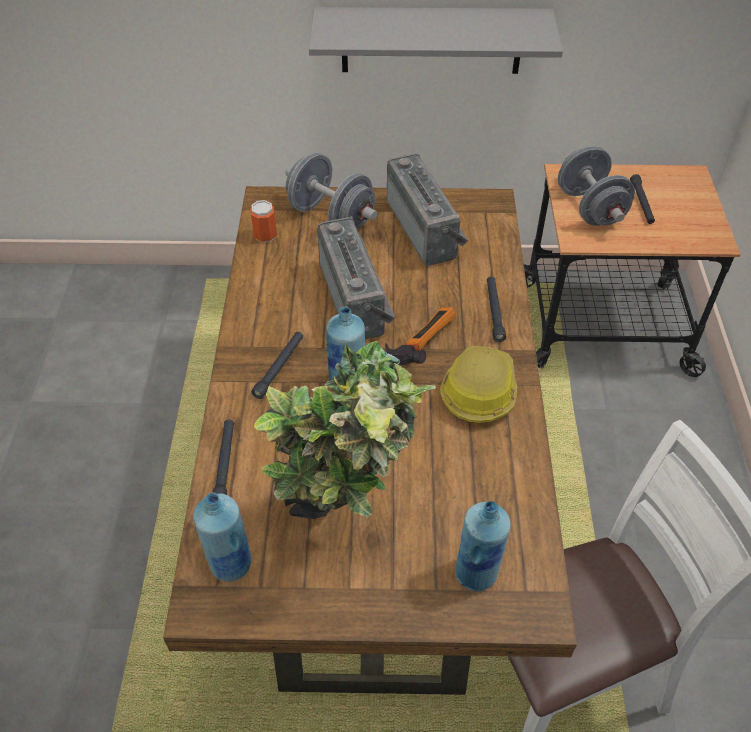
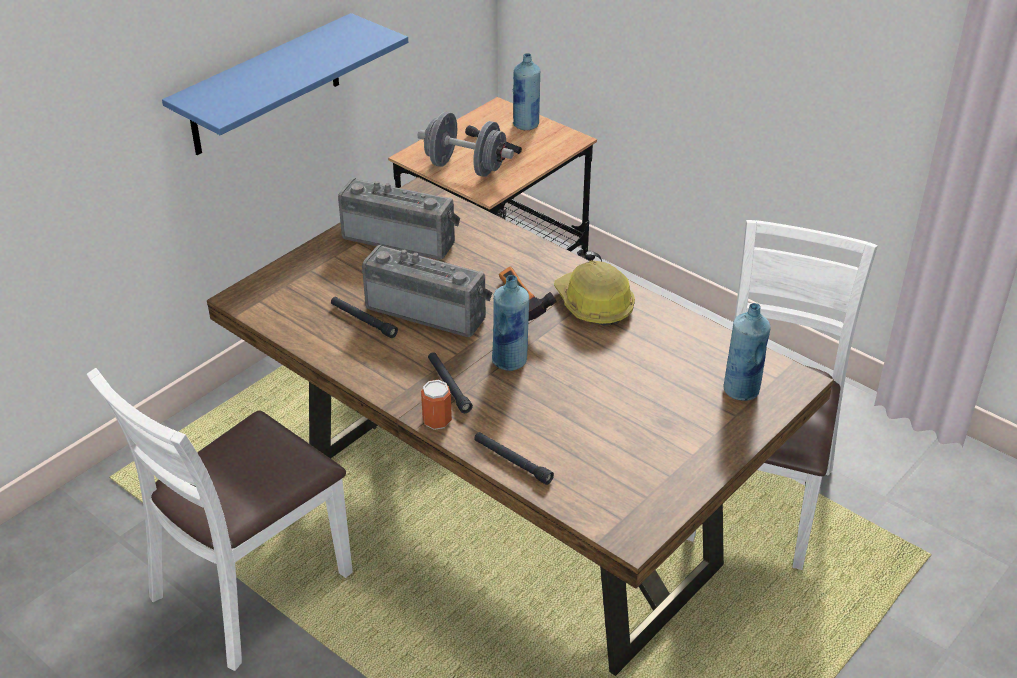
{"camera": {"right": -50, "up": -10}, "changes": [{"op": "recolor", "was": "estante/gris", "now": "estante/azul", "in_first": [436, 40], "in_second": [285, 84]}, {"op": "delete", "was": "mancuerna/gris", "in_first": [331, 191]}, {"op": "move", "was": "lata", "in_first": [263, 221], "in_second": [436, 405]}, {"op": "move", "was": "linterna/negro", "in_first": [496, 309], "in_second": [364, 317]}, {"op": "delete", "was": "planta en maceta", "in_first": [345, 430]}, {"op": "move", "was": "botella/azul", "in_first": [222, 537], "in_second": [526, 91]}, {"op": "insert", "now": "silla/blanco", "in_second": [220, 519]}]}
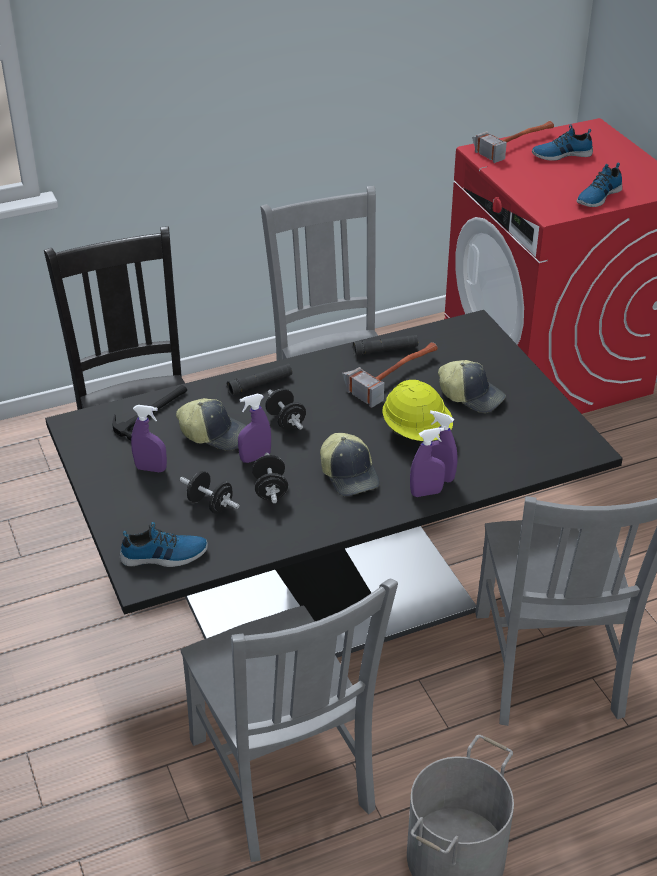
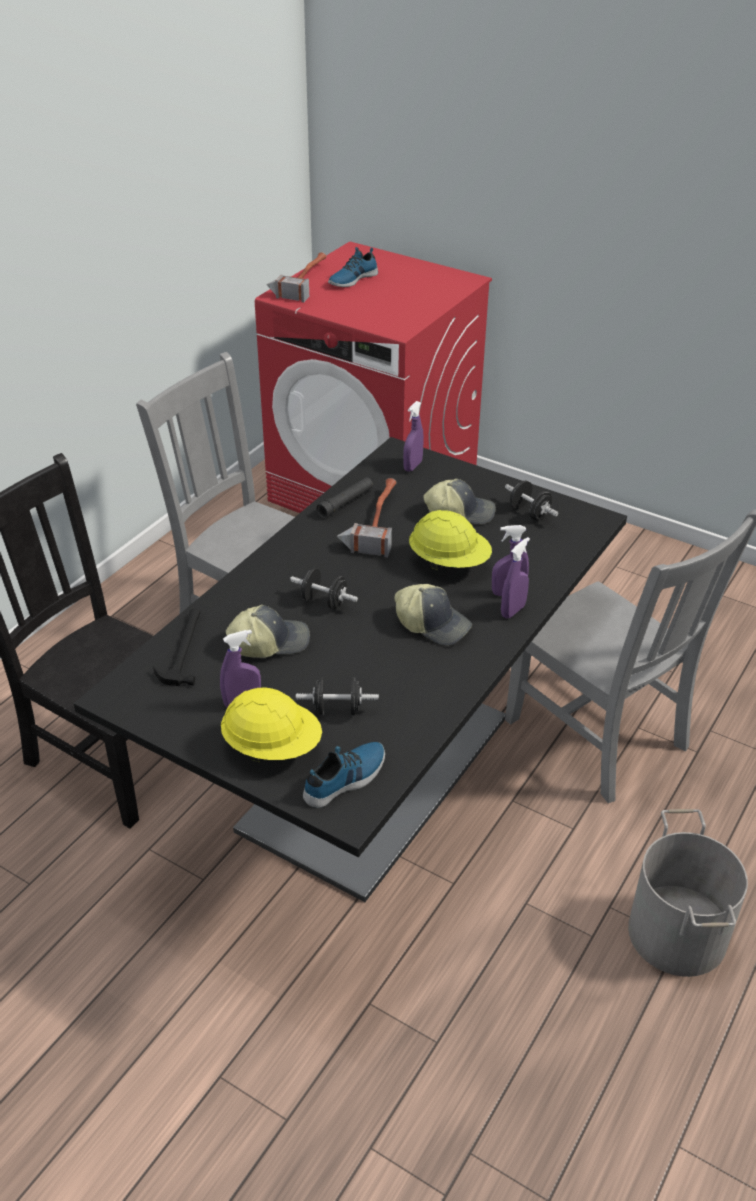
{"camera": {"right": -35, "up": 0}, "changes": [{"op": "delete", "was": "zapato", "in_first": [599, 185]}, {"op": "delete", "was": "linterna/negro", "in_first": [259, 380]}, {"op": "move", "was": "pulverizador/morado", "in_first": [254, 428], "in_second": [413, 436]}, {"op": "move", "was": "mancuerna/negro", "in_first": [270, 478], "in_second": [531, 500]}, {"op": "delete", "was": "silla/gris", "in_first": [289, 720]}, {"op": "insert", "now": "casco/amarillo", "in_second": [271, 725]}]}
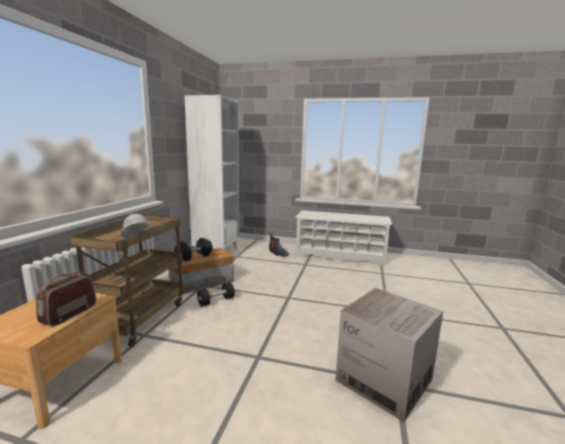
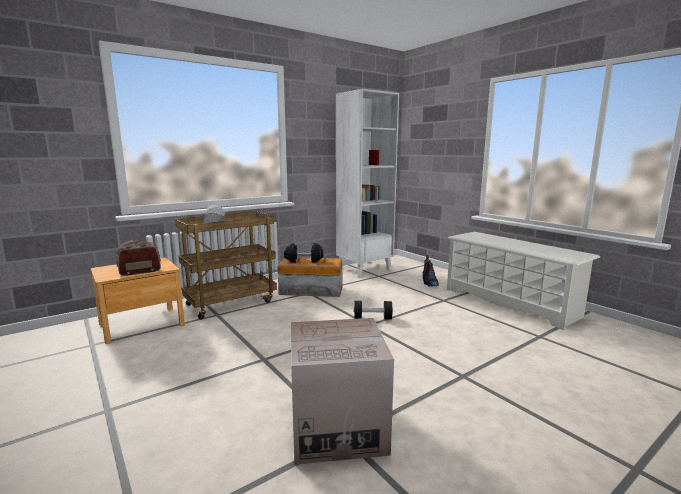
{"camera": {"right": 40, "up": 0}, "changes": [{"op": "move", "was": "mancuerna/negro", "in_first": [216, 294], "in_second": [373, 310]}]}
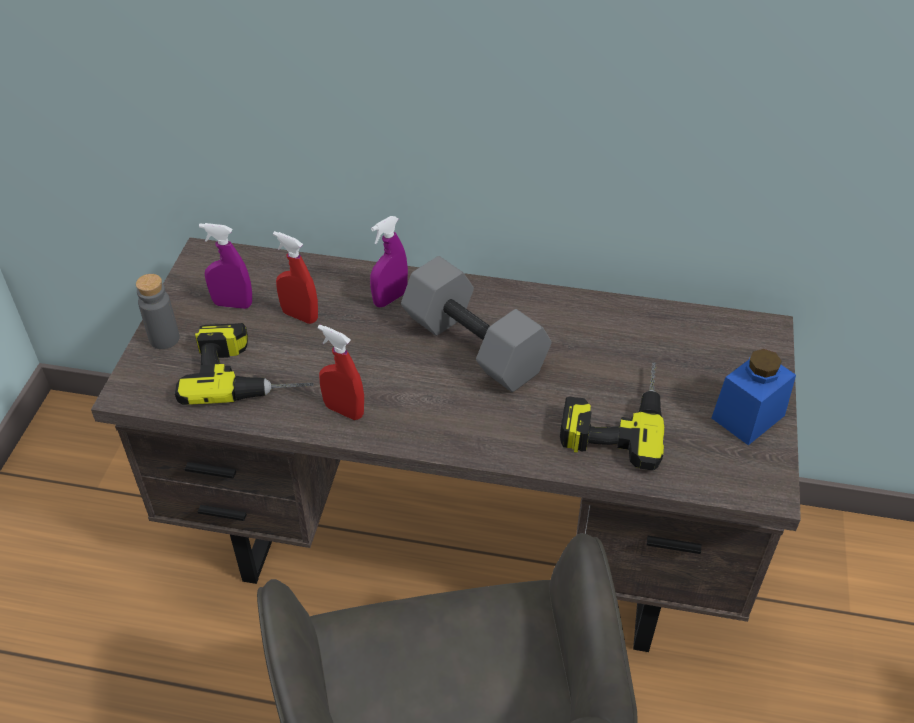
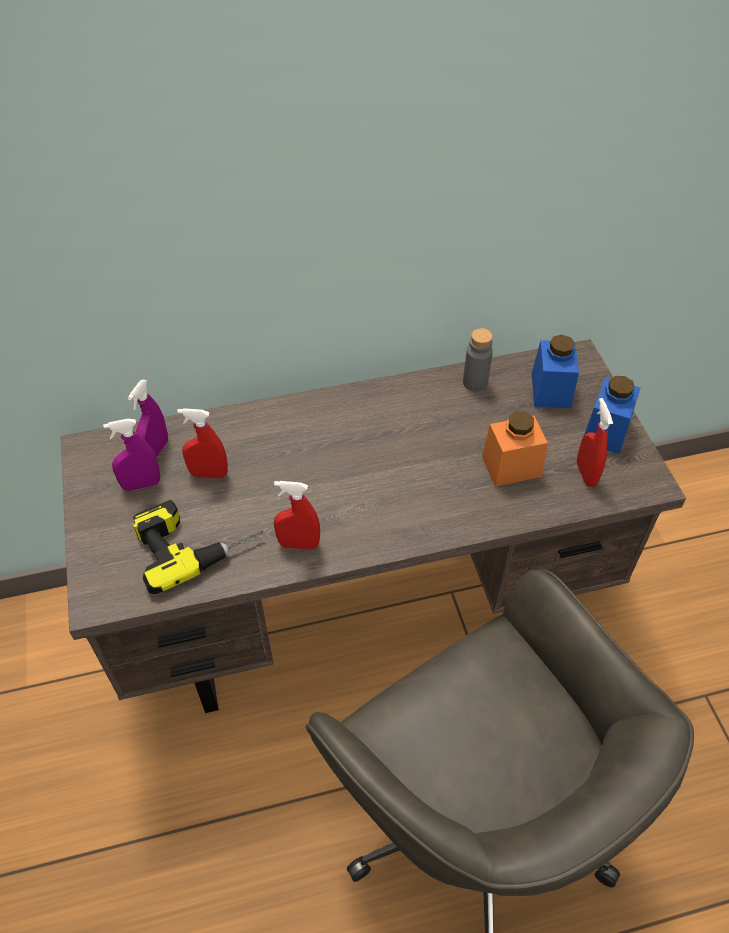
{"camera": {"right": -25, "up": 5}, "changes": [{"op": "move", "was": "pulverizador/morado", "in_first": [389, 261], "in_second": [148, 418]}, {"op": "delete", "was": "mancuerna/gris", "in_first": [476, 324]}, {"op": "move", "was": "botella/gris", "in_first": [158, 311], "in_second": [478, 359]}, {"op": "replace", "was": "taladro", "now": "tarro/naranja", "in_first": [612, 416], "in_second": [515, 448]}, {"op": "insert", "now": "tarro/azul", "in_second": [555, 371]}, {"op": "insert", "now": "pulverizador/rojo", "in_second": [595, 442]}]}
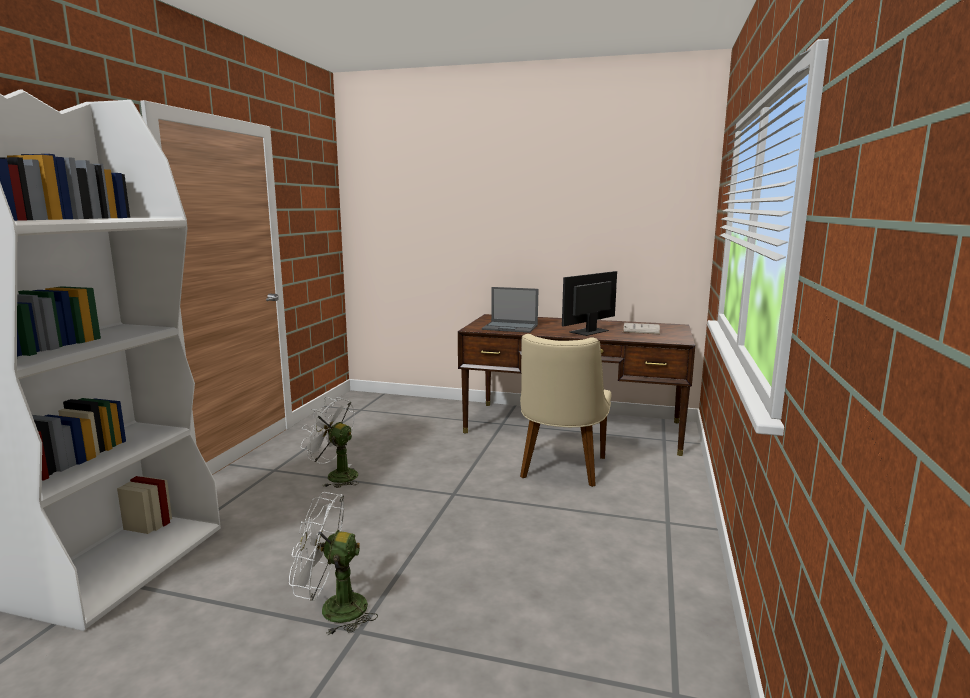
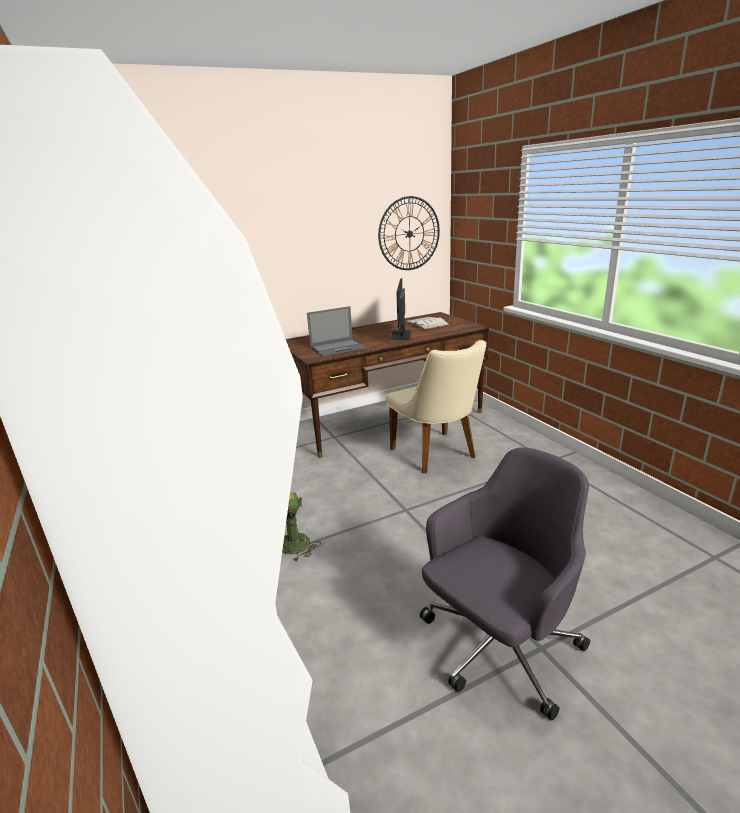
{"camera": {"right": -40, "up": 10}, "changes": [{"op": "replace", "was": "ventilador/blanco", "now": "silla de oficina/gris", "in_first": [333, 563], "in_second": [505, 583]}, {"op": "insert", "now": "reloj de pared", "in_second": [409, 233]}]}
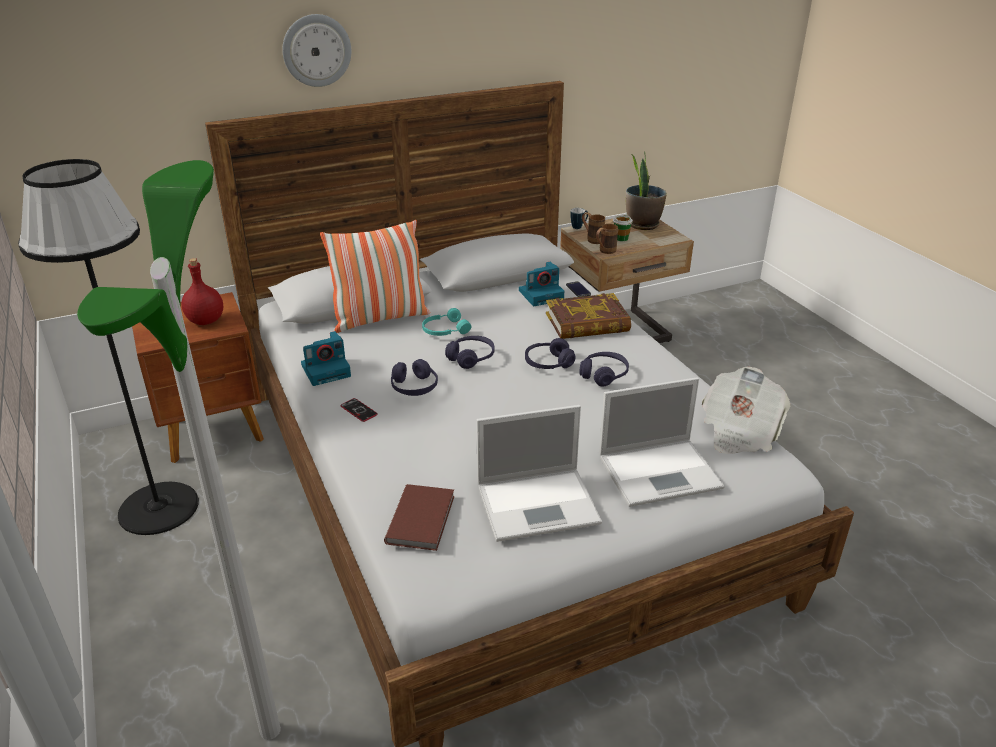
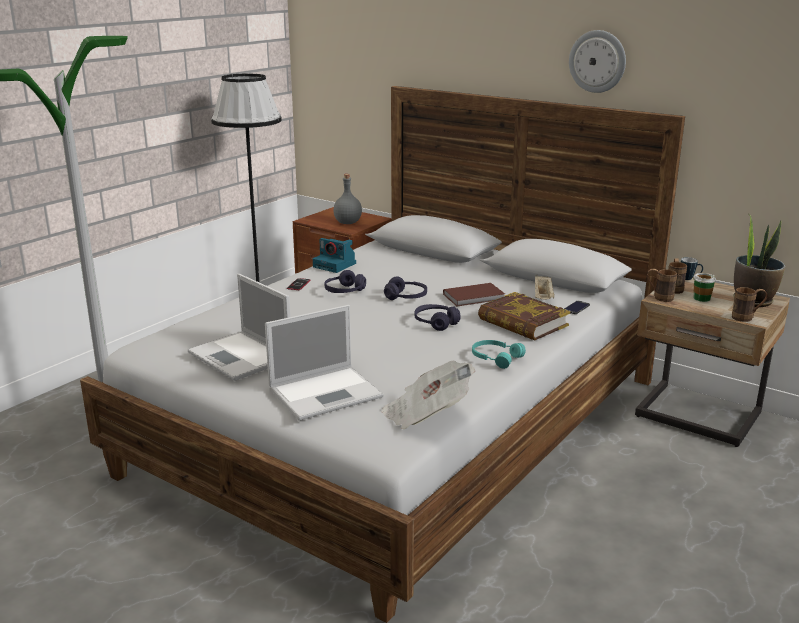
{"camera": {"right": 60, "up": -10}, "changes": [{"op": "move", "was": "reloj de pared", "in_first": [316, 50], "in_second": [597, 61]}, {"op": "delete", "was": "cojín", "in_first": [375, 276]}, {"op": "recolor", "was": "botella/rojo", "now": "botella/gris", "in_first": [202, 291], "in_second": [347, 199]}, {"op": "replace", "was": "cámara", "now": "bandeja/beis", "in_first": [541, 284], "in_second": [545, 287]}, {"op": "move", "was": "auriculares/turquesa", "in_first": [446, 322], "in_second": [499, 354]}, {"op": "delete", "was": "auriculares/morado", "in_first": [604, 369]}, {"op": "rotate", "was": "portátil", "in_first": [662, 442], "in_second": [324, 362], "clockwise": -75}, {"op": "move", "was": "libro/marrón", "in_first": [419, 517], "in_second": [474, 294]}, {"op": "insert", "now": "taza grande/marrón", "in_second": [750, 304]}]}
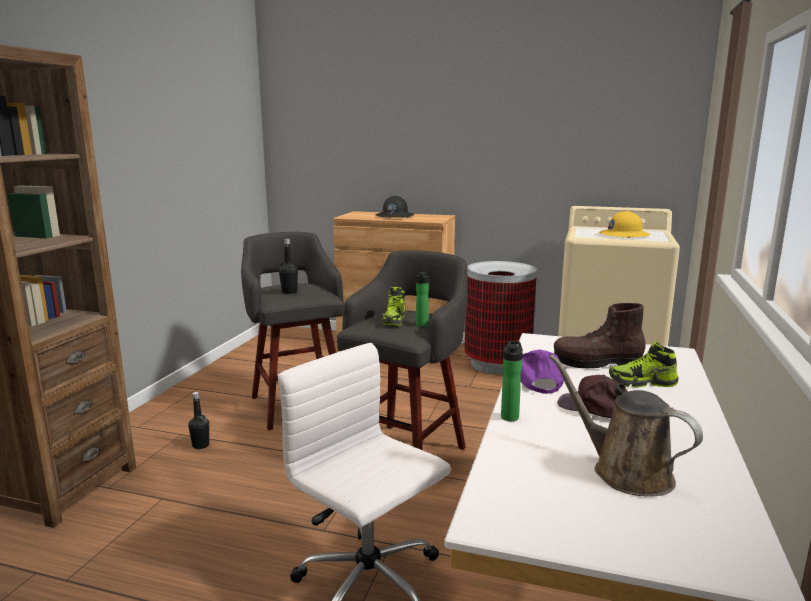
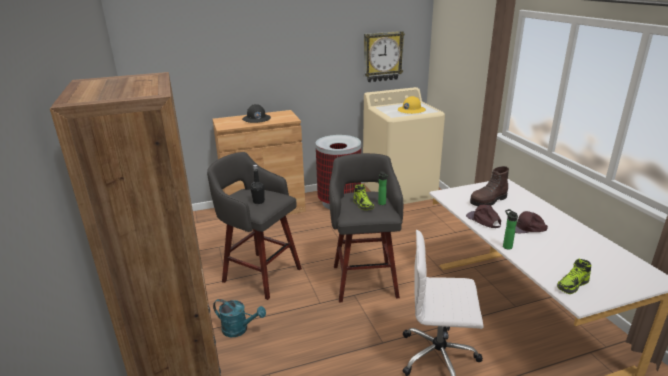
{"camera": {"right": -35, "up": 10}, "changes": [{"op": "move", "was": "zapato", "in_first": [644, 364], "in_second": [574, 276]}, {"op": "recolor", "was": "gorra/morado", "now": "gorra/marrón", "in_first": [542, 372], "in_second": [483, 216]}, {"op": "delete", "was": "regadera/marrón", "in_first": [626, 426]}, {"op": "replace", "was": "botella/negro", "now": "regadera/turquesa", "in_first": [198, 420], "in_second": [239, 318]}, {"op": "insert", "now": "reloj de pared", "in_second": [384, 56]}]}
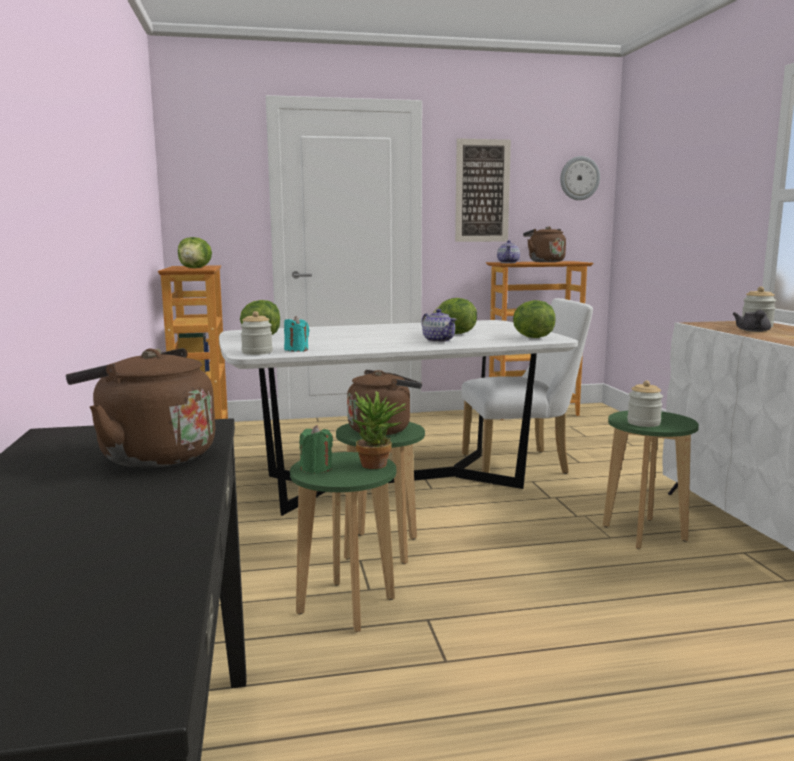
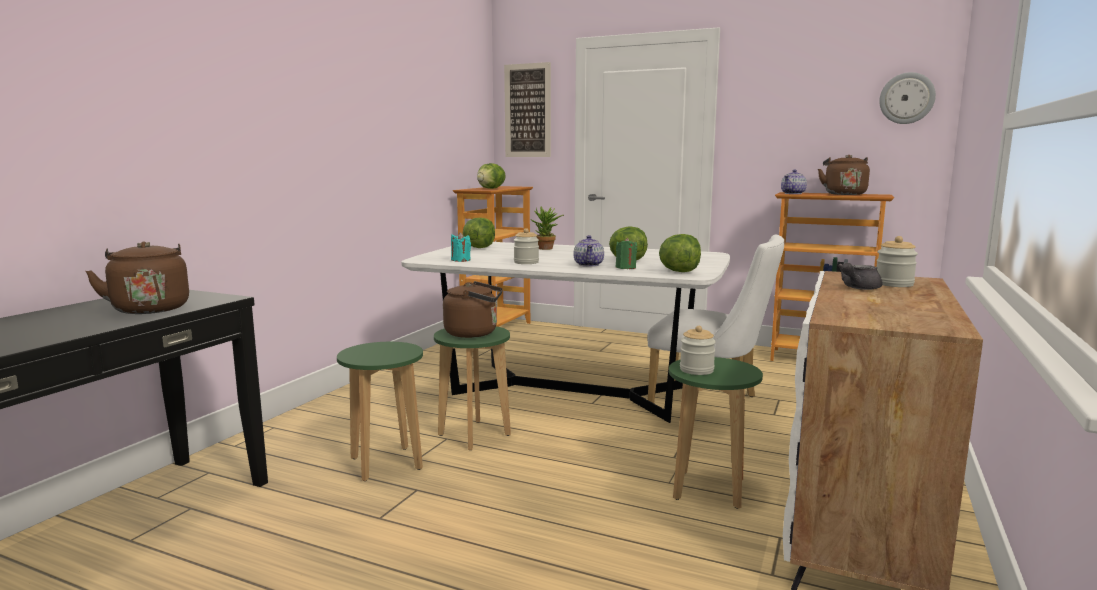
{"camera": {"right": 35, "up": 0}, "changes": [{"op": "move", "was": "cuadro", "in_first": [483, 190], "in_second": [527, 109]}, {"op": "move", "was": "tarro", "in_first": [256, 333], "in_second": [526, 246]}, {"op": "move", "was": "planta en maceta", "in_first": [379, 430], "in_second": [547, 228]}, {"op": "move", "was": "vela/verde", "in_first": [316, 449], "in_second": [626, 253]}]}
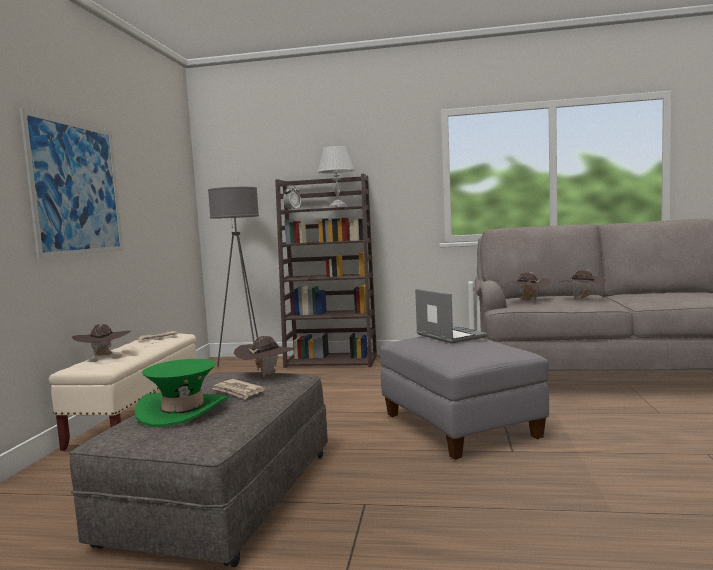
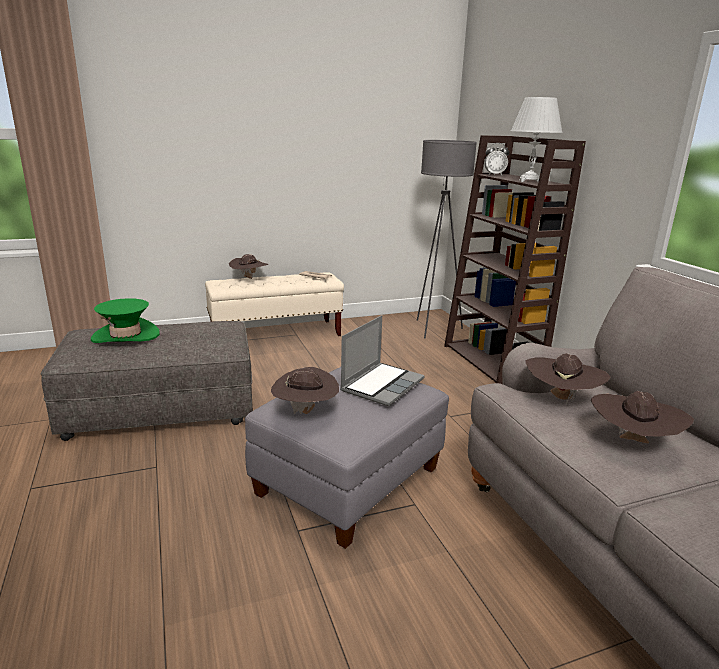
{"camera": {"right": 60, "up": 15}, "changes": [{"op": "delete", "was": "cuadro", "in_first": [71, 183]}, {"op": "move", "was": "sombrero/marrón", "in_first": [264, 357], "in_second": [305, 390]}, {"op": "delete", "was": "periódico", "in_first": [238, 389]}]}
